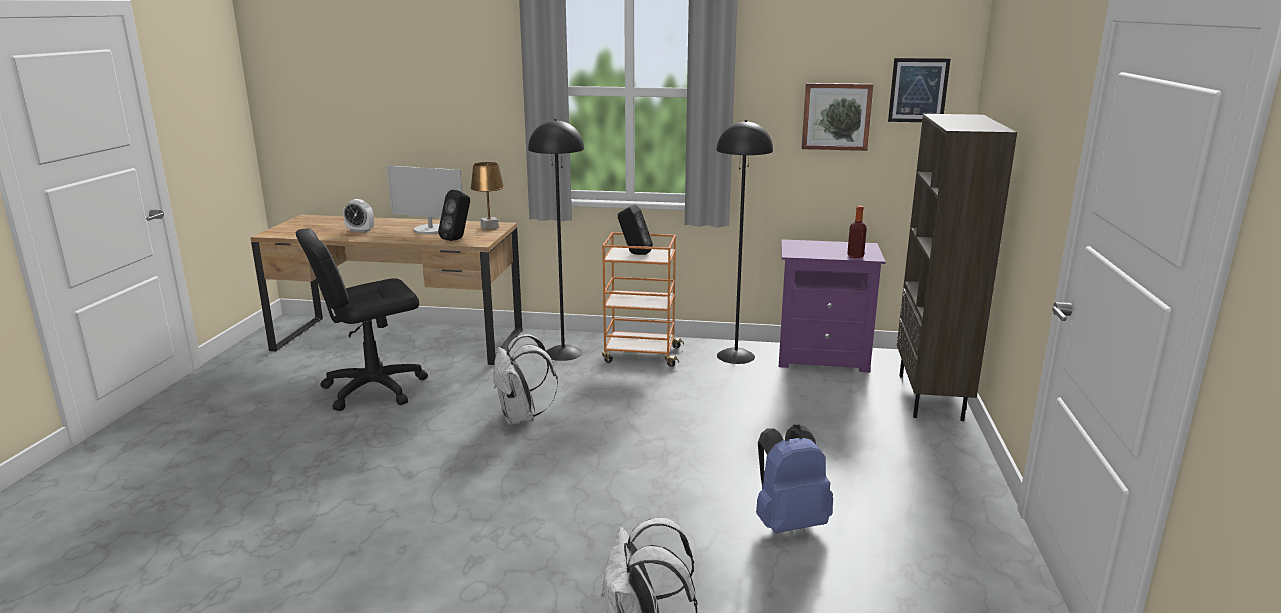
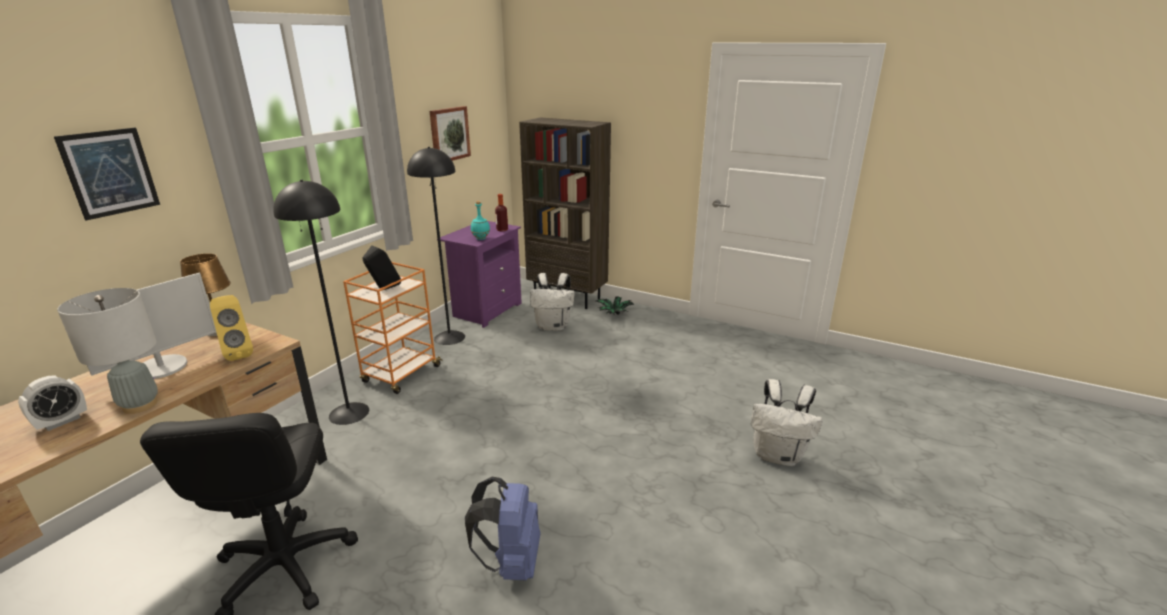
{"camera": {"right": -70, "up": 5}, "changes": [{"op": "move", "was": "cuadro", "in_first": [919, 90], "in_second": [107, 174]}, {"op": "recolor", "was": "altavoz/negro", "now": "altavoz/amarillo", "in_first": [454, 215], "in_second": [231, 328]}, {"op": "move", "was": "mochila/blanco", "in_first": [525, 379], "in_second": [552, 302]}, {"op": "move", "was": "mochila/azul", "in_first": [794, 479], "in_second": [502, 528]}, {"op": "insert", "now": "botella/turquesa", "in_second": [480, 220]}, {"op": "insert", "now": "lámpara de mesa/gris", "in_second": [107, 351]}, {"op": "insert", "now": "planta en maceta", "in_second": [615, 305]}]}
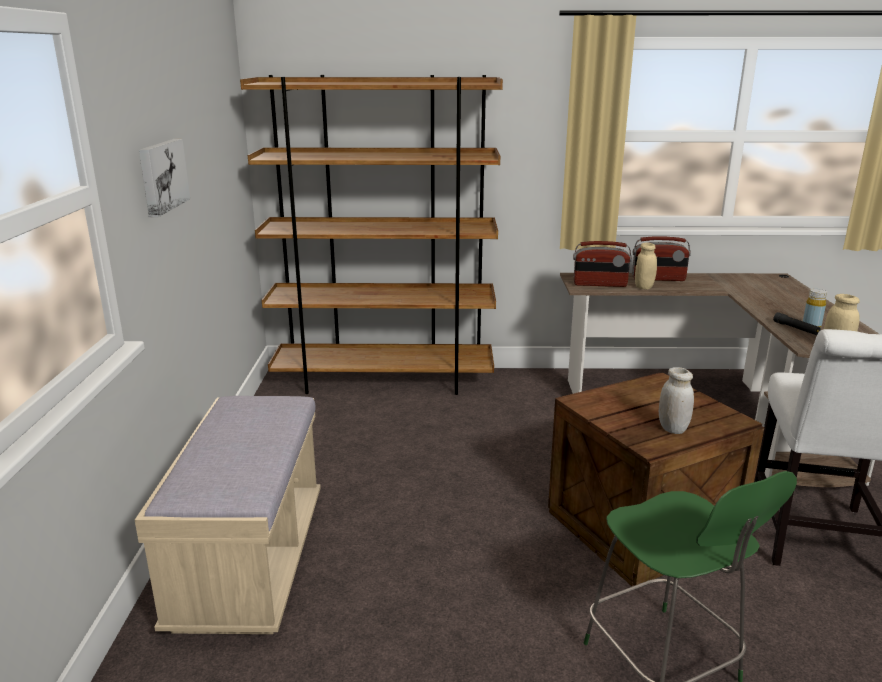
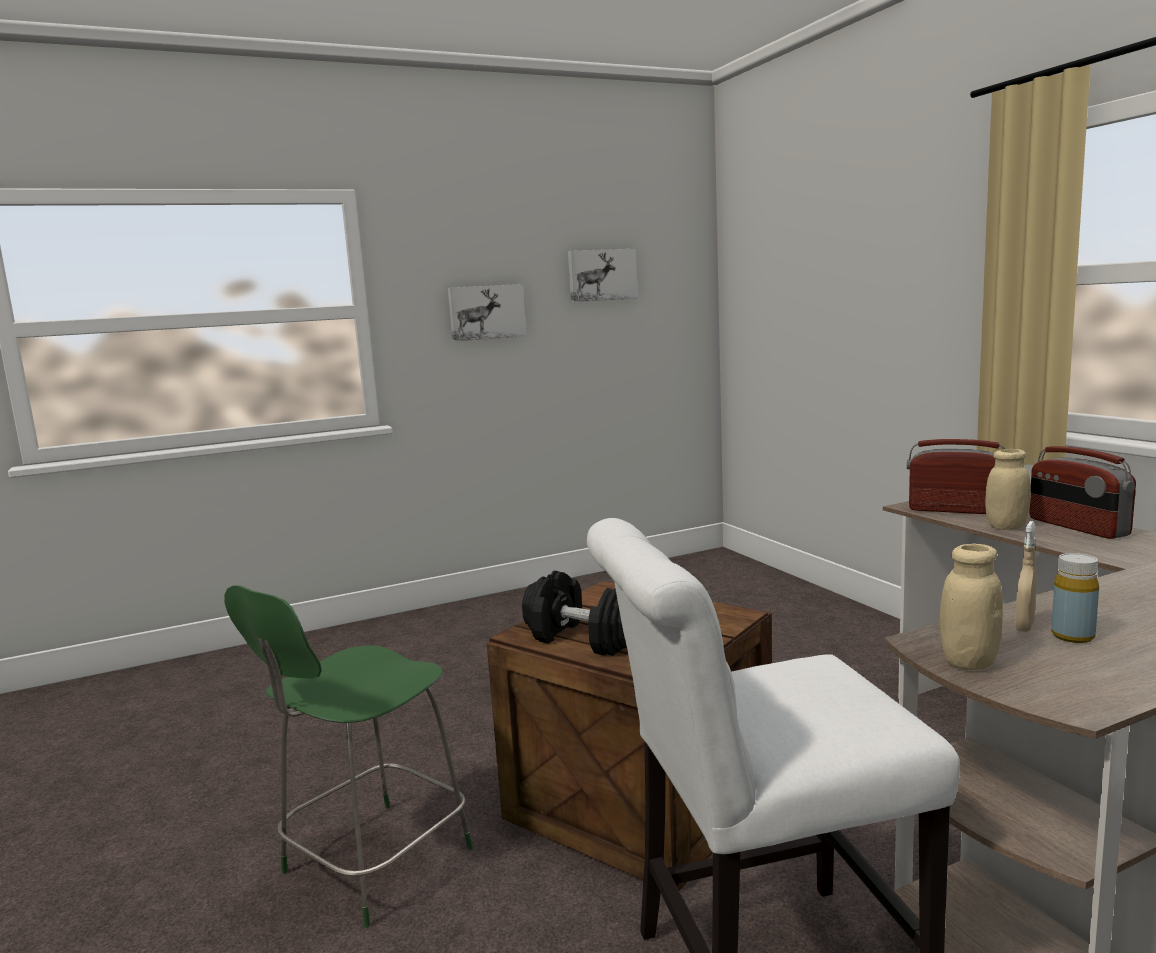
{"camera": {"right": 65, "up": -10}, "changes": [{"op": "delete", "was": "estantería/marrón", "in_first": [371, 235]}, {"op": "rotate", "was": "radio", "in_first": [602, 264], "in_second": [956, 476], "clockwise": 135}, {"op": "replace", "was": "linterna/negro", "now": "pulverizador/beis", "in_first": [797, 323], "in_second": [1026, 576]}, {"op": "replace", "was": "tarro/blanco", "now": "mancuerna/negro", "in_first": [676, 400], "in_second": [574, 613]}, {"op": "delete", "was": "banco/beis", "in_first": [228, 515]}, {"op": "insert", "now": "cuadro", "in_second": [603, 275]}]}
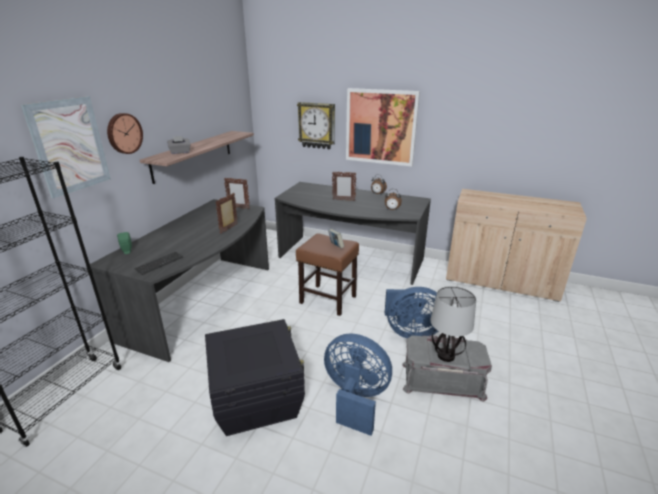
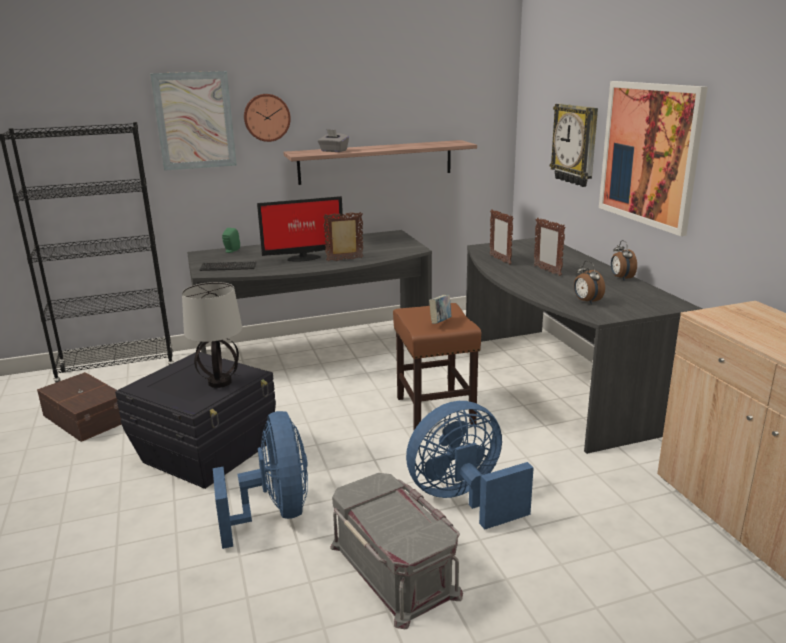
{"camera": {"right": 50, "up": -5}, "changes": [{"op": "move", "was": "portarretratos", "in_first": [237, 193], "in_second": [502, 237]}, {"op": "move", "was": "lámpara de mesa", "in_first": [453, 324], "in_second": [212, 335]}, {"op": "rotate", "was": "ventilador/azul", "in_first": [411, 312], "in_second": [470, 465], "clockwise": 105}, {"op": "insert", "now": "monitor", "in_second": [300, 228]}, {"op": "insert", "now": "caja de almacenaje/marrón", "in_second": [79, 407]}]}
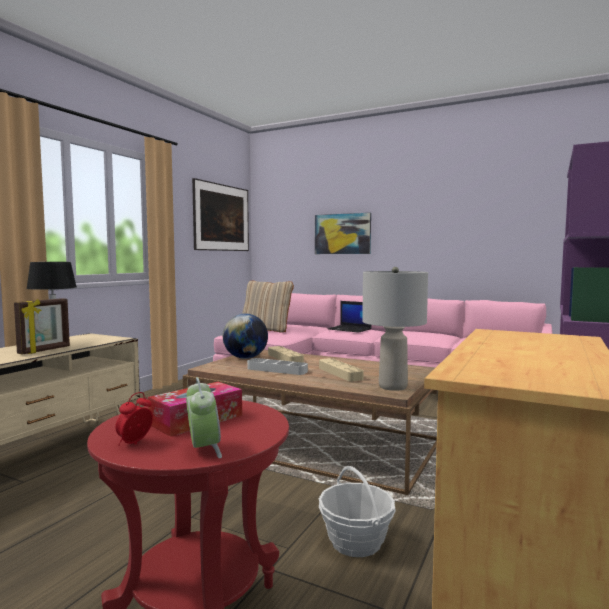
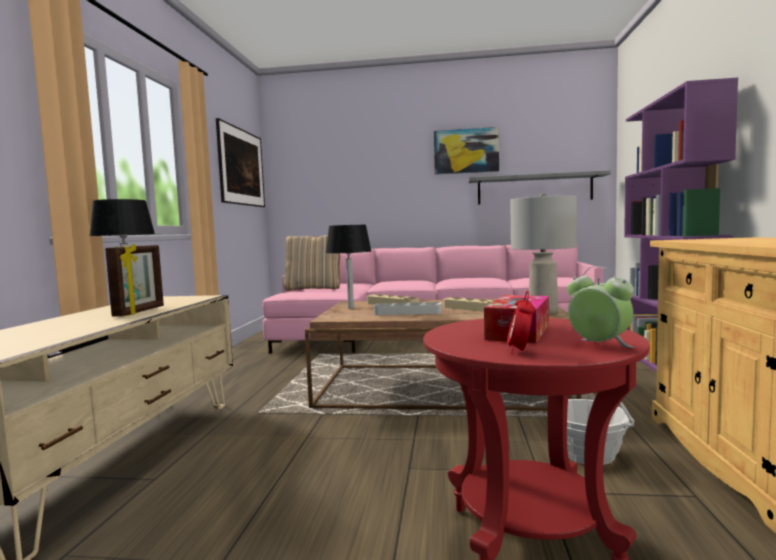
{"camera": {"right": -20, "up": 0}, "changes": [{"op": "move", "was": "cuadro", "in_first": [343, 233], "in_second": [466, 150]}, {"op": "delete", "was": "portátil", "in_first": [350, 317]}, {"op": "replace", "was": "globo terráqueo", "now": "lámpara de mesa/negro", "in_first": [245, 336], "in_second": [348, 267]}, {"op": "insert", "now": "estante/gris", "in_second": [539, 188]}]}
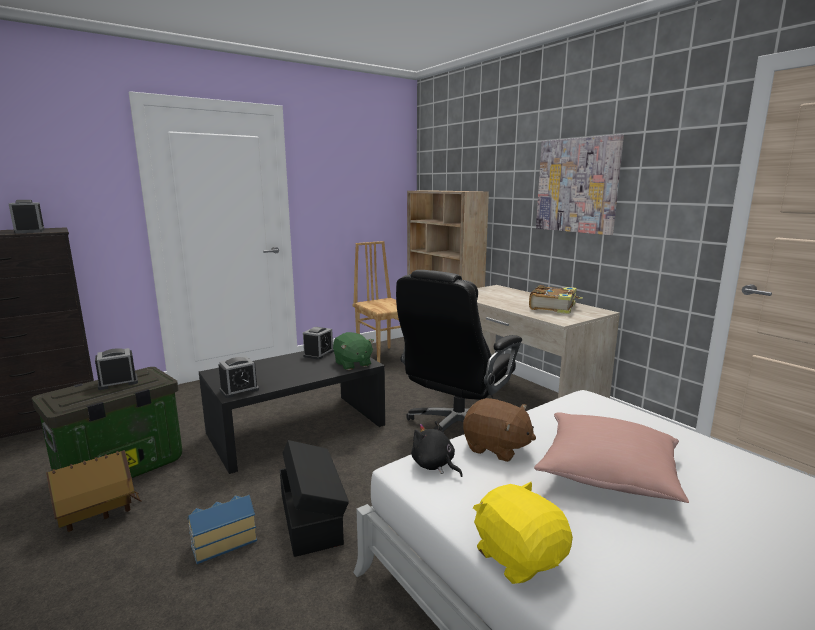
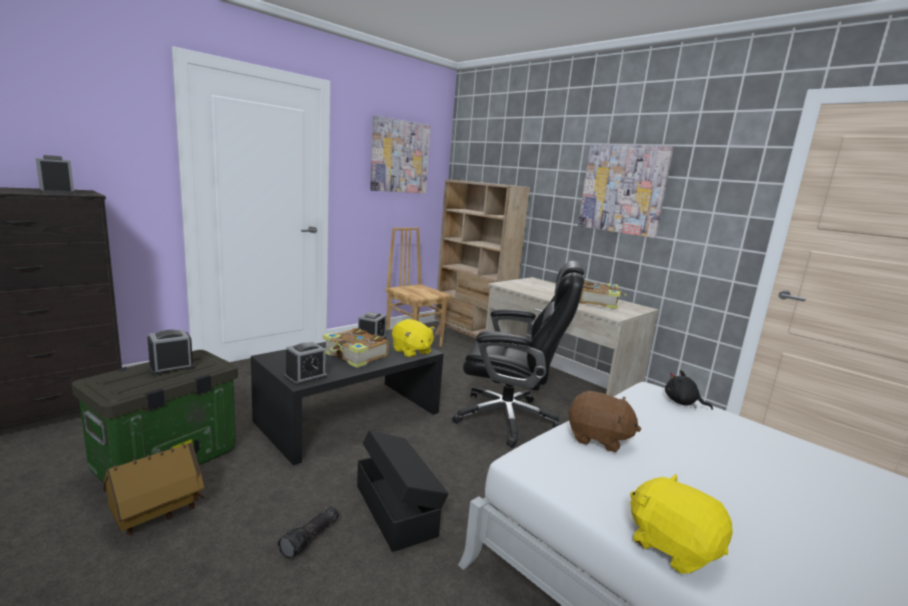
{"camera": {"right": -10, "up": 0}, "changes": [{"op": "rotate", "was": "silla de oficina/negro", "in_first": [459, 350], "in_second": [518, 354], "clockwise": -105}, {"op": "recolor", "was": "peluche/verde", "now": "peluche/amarillo", "in_first": [353, 351], "in_second": [413, 338]}, {"op": "delete", "was": "cojín/rosa", "in_first": [611, 457]}, {"op": "move", "was": "peluche/negro", "in_first": [437, 449], "in_second": [689, 390]}, {"op": "replace", "was": "casita", "now": "linterna", "in_first": [222, 529], "in_second": [308, 532]}, {"op": "insert", "now": "cuadro", "in_second": [400, 154]}, {"op": "insert", "now": "libro", "in_second": [356, 348]}]}
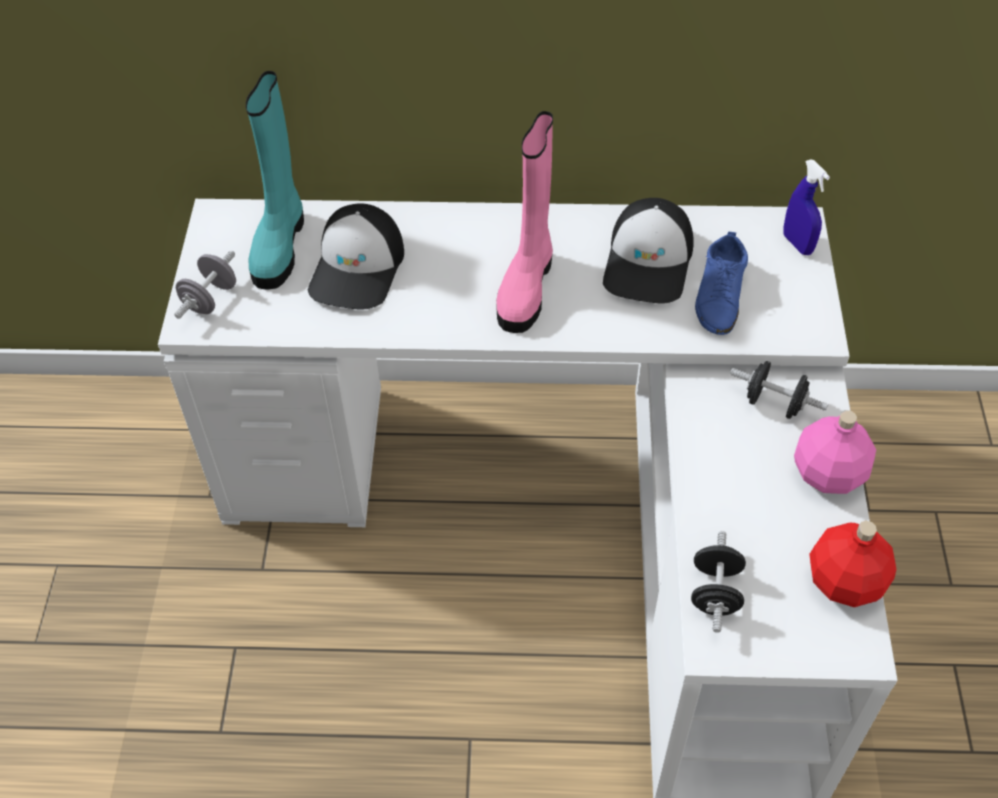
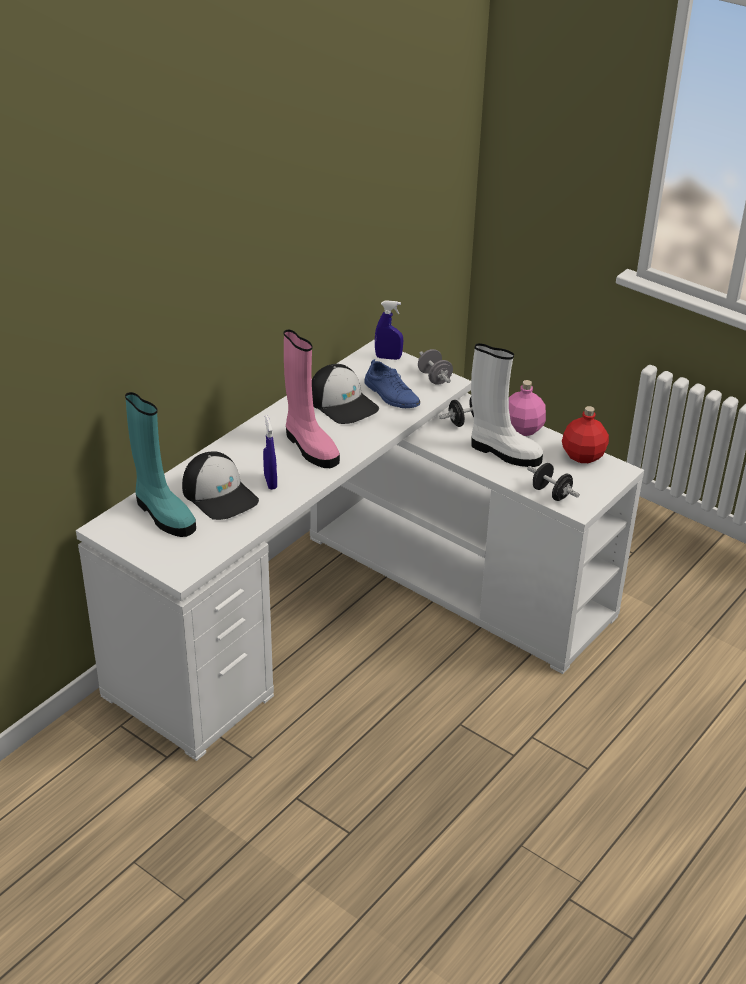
{"camera": {"right": -55, "up": -15}, "changes": [{"op": "move", "was": "mancuerna/gris", "in_first": [205, 285], "in_second": [435, 367]}, {"op": "insert", "now": "bota/blanco", "in_second": [507, 405]}, {"op": "insert", "now": "pulverizador/azul", "in_second": [270, 452]}]}
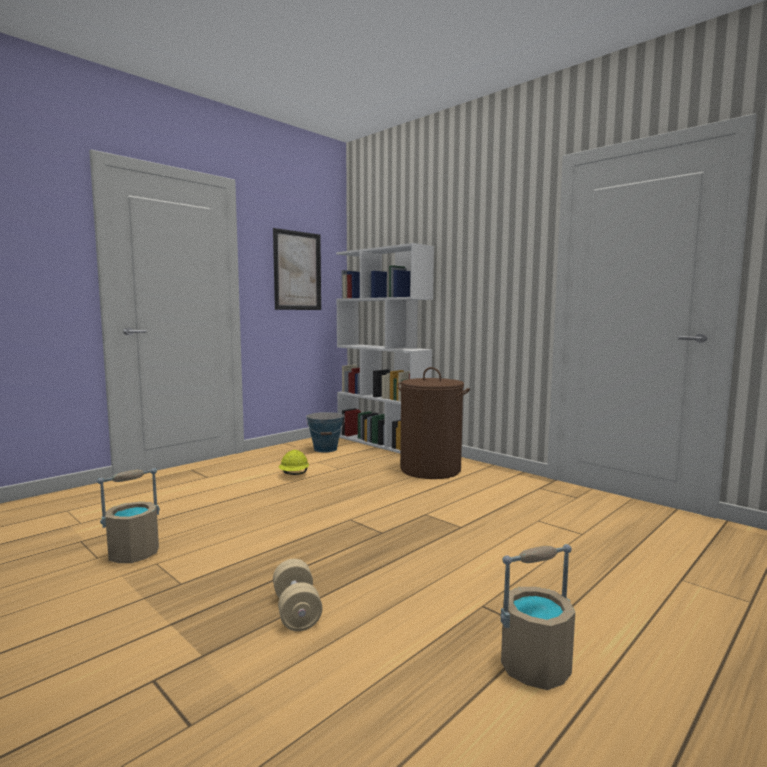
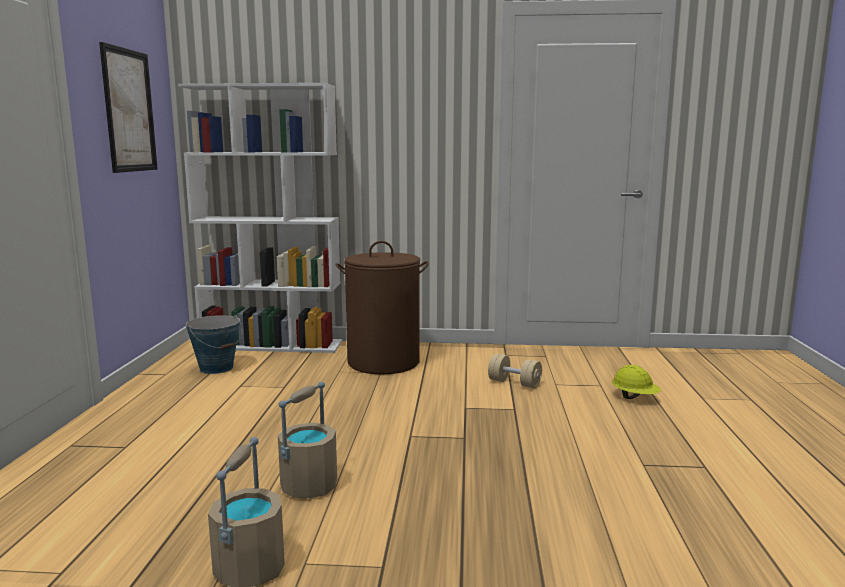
{"camera": {"right": -40, "up": 5}, "changes": [{"op": "move", "was": "casco/amarillo", "in_first": [294, 462], "in_second": [636, 382]}, {"op": "move", "was": "cubo/beis", "in_first": [537, 617], "in_second": [307, 439]}, {"op": "move", "was": "mancuerna/beis", "in_first": [297, 595], "in_second": [515, 371]}]}
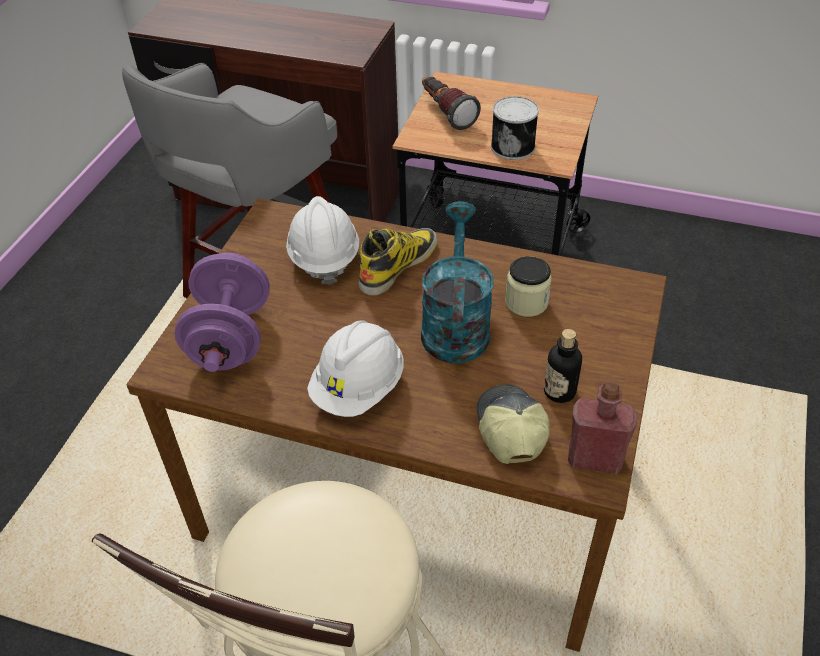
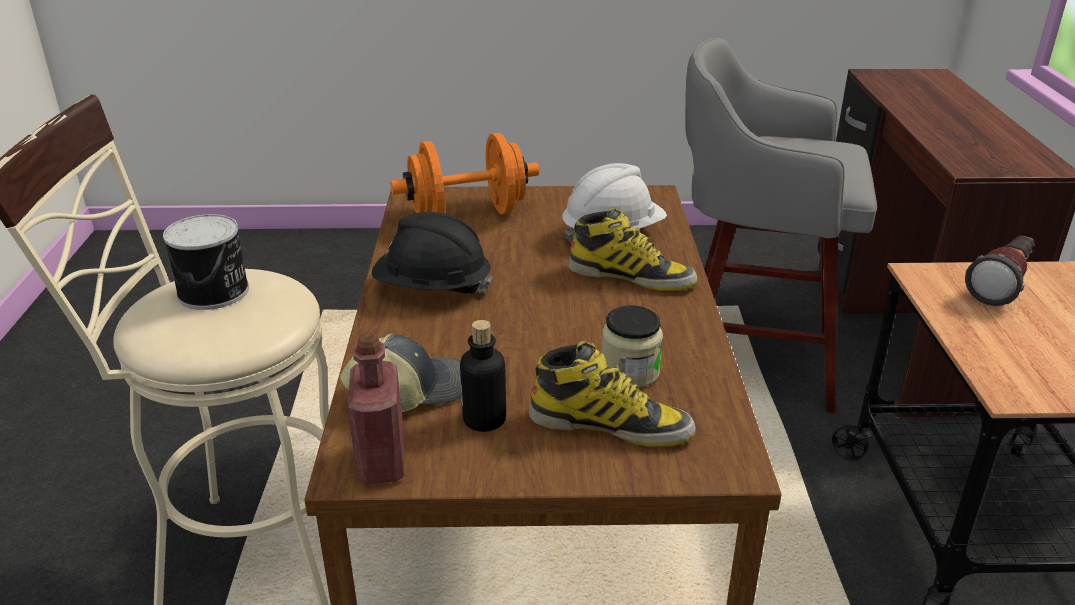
{"camera": {"right": 70, "up": -15}, "changes": [{"op": "move", "was": "lata", "in_first": [515, 128], "in_second": [206, 262]}, {"op": "delete", "was": "regadera/turquesa", "in_first": [457, 282]}, {"op": "recolor", "was": "mancuerna/morado", "now": "mancuerna/naranja", "in_first": [222, 312], "in_second": [464, 173]}, {"op": "recolor", "was": "casco/blanco", "now": "casco/negro", "in_first": [355, 368], "in_second": [432, 253]}, {"op": "insert", "now": "bota", "in_second": [612, 394]}]}
